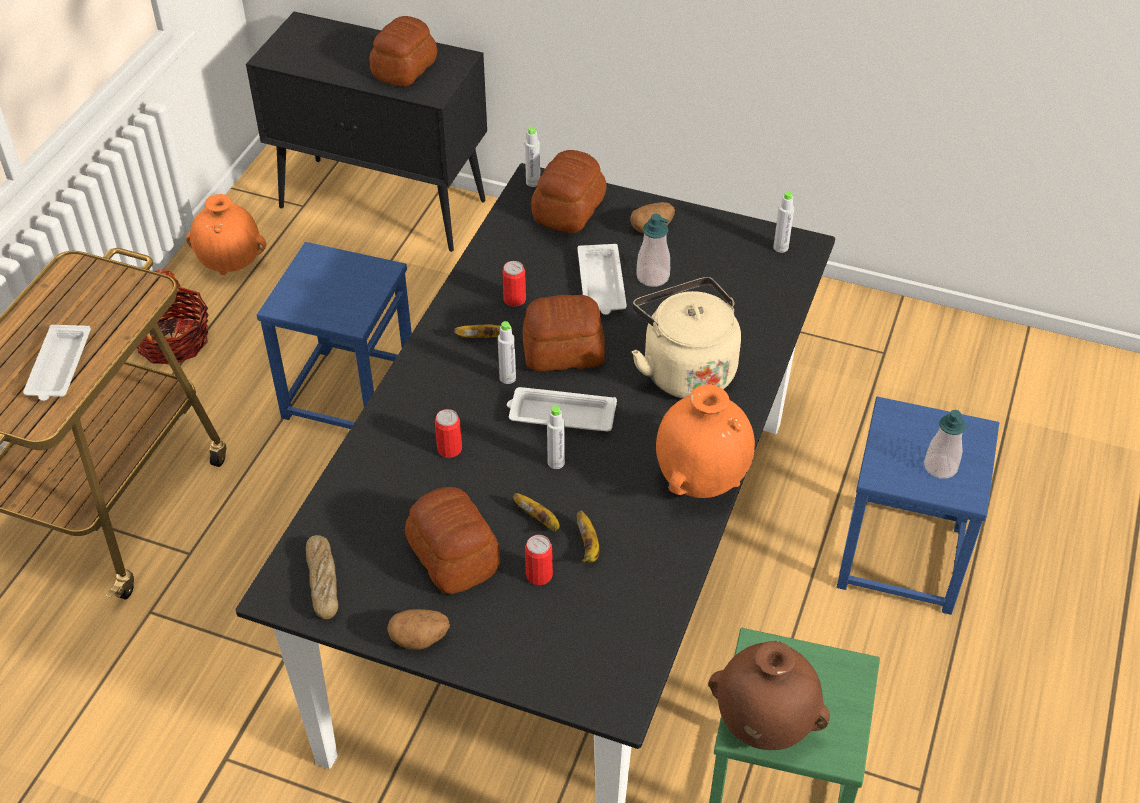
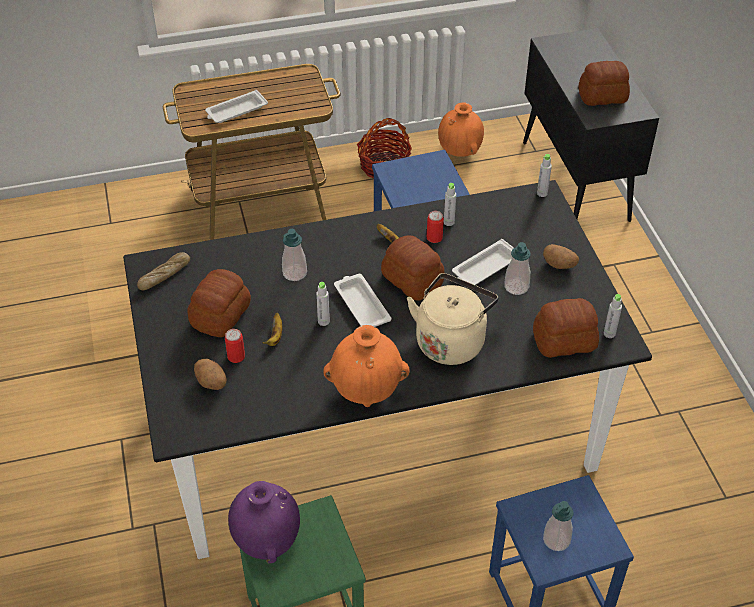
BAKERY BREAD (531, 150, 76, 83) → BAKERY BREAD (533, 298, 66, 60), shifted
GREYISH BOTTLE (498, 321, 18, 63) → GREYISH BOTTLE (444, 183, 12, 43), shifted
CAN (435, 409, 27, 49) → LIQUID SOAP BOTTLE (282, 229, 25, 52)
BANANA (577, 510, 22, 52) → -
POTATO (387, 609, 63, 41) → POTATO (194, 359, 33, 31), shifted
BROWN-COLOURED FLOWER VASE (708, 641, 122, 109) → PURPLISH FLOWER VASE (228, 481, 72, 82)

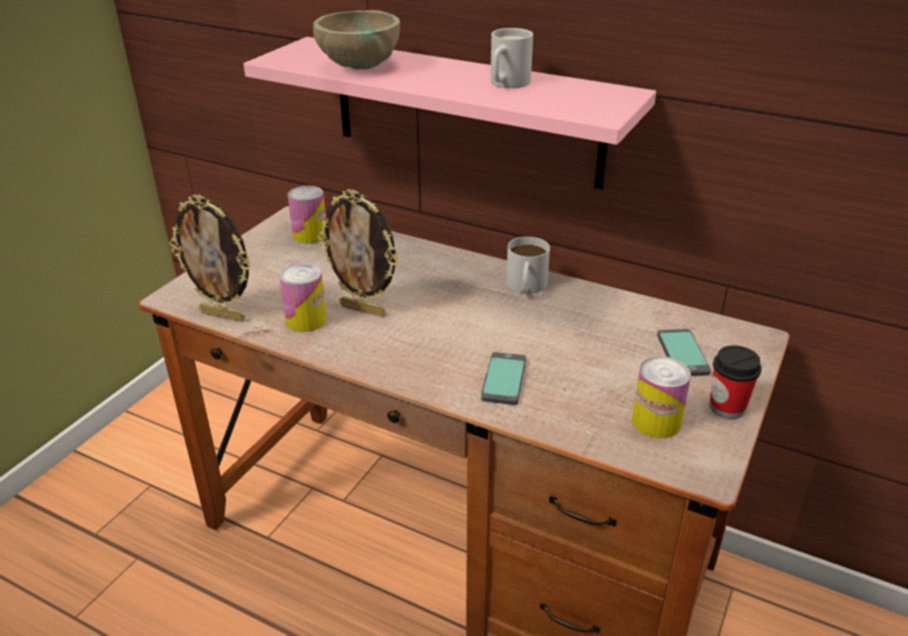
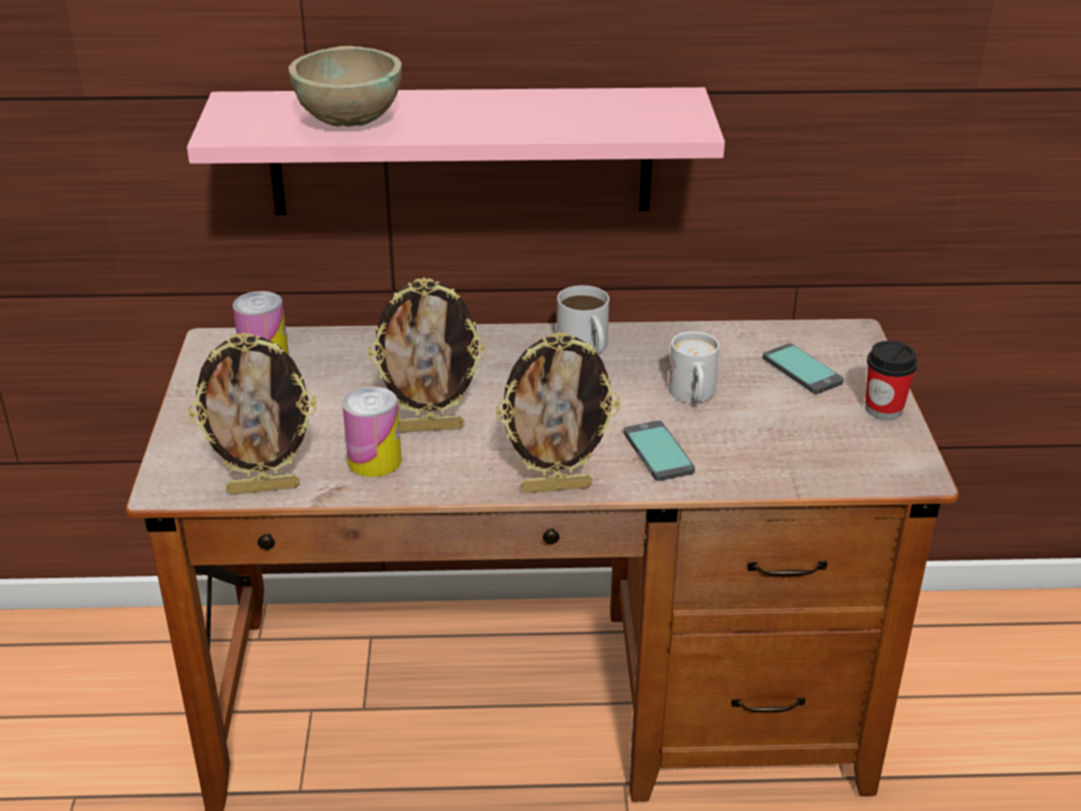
WHITE-COLOURED MUG (491, 28, 42, 60) → WHITE-COLOURED MUG (668, 331, 51, 72), shifted
CAN (632, 356, 59, 82) → -
- → STANDING FRAME (496, 332, 124, 161)

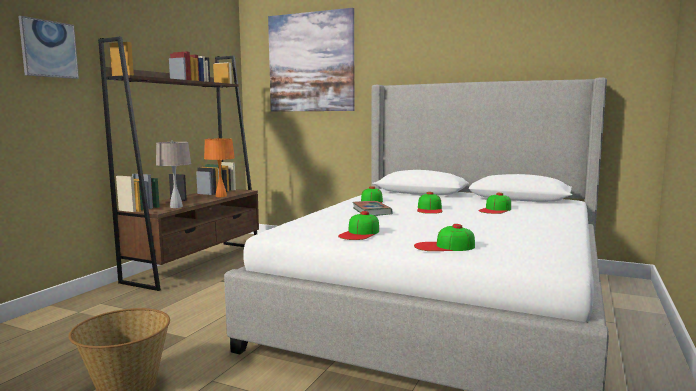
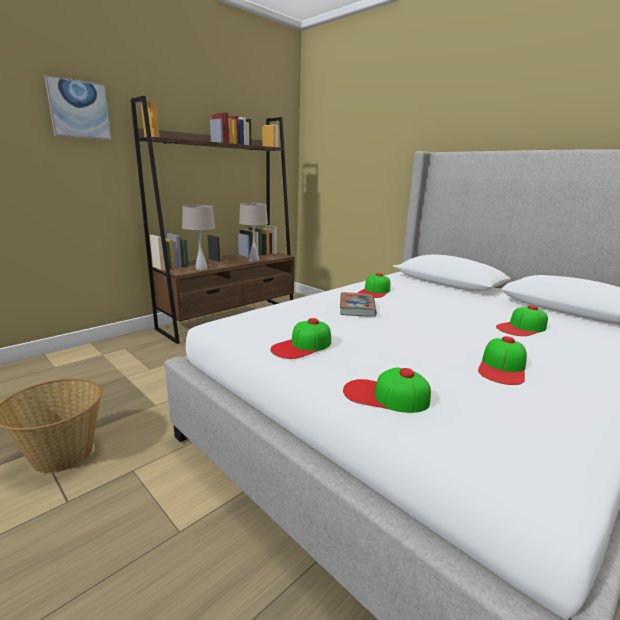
PICTURE (268, 8, 87, 104) → -
ORANGE LAMP FOR A TABLE (204, 137, 31, 60) → SAND-COLOURED LAMP FOR A TABLE (239, 203, 29, 58)
BASEBALL CAP (417, 192, 26, 22) → BASEBALL CAP (478, 336, 49, 49), shifted

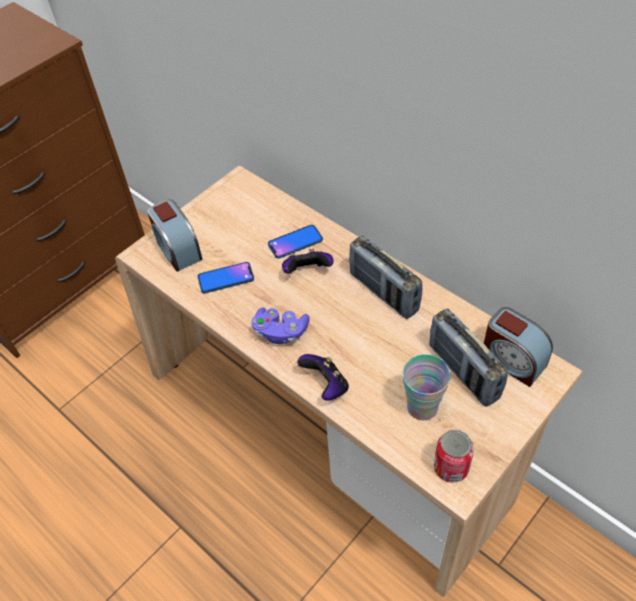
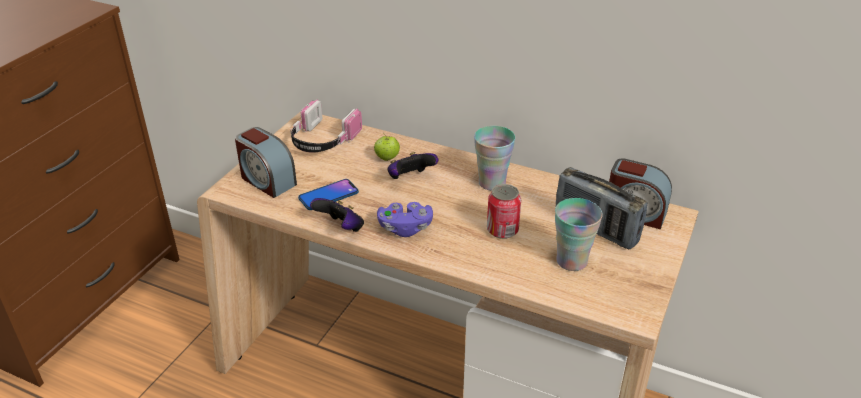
TELEPHONE (268, 225, 55, 34) → WHOLE APPLE (374, 134, 26, 27)
RADIO (349, 236, 73, 83) → SMALL CUP (474, 126, 41, 65)
GAME CONTROLLER (297, 354, 52, 47) → GAME CONTROLLER (310, 198, 54, 34), shifted
CAN (434, 429, 40, 54) → CAN (487, 184, 34, 55), shifted
- → HEADSET (290, 100, 72, 53)

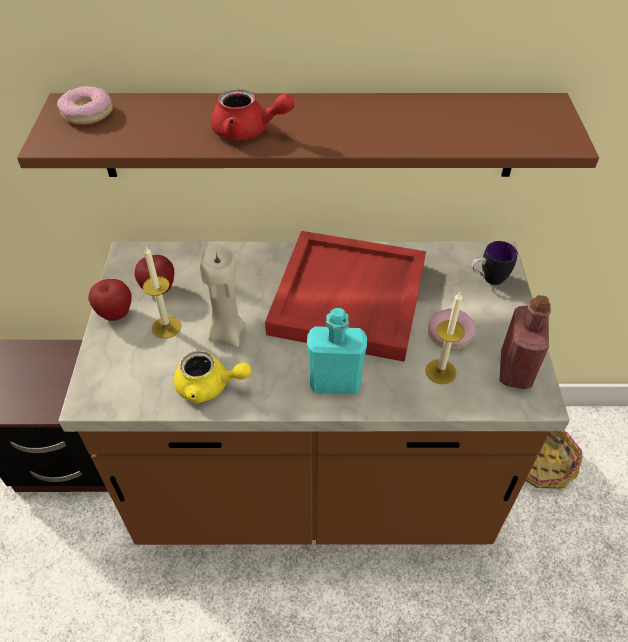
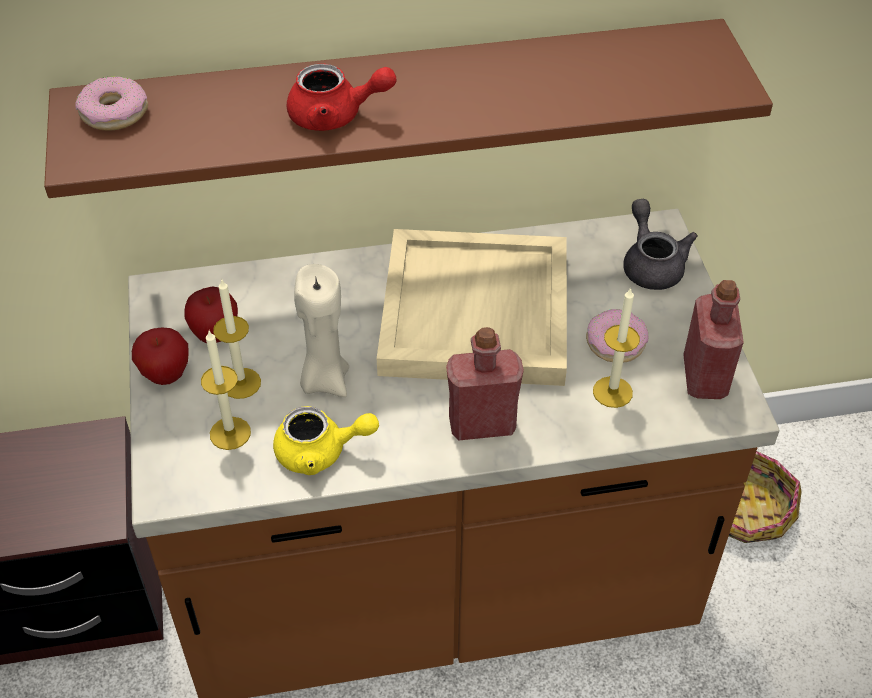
RED-COLOURED SERVING TRAY (265, 231, 161, 131) → SAND-COLOURED SERVING TRAY (377, 229, 190, 157)
MUG (471, 241, 47, 44) → GREYISH POT FOR TEA (623, 199, 75, 91)
BLUE-GREEN BOTTLE (307, 308, 60, 86) → RED-COLOURED BOTTLE (446, 327, 78, 113)
- → CANDLE (201, 331, 50, 119)

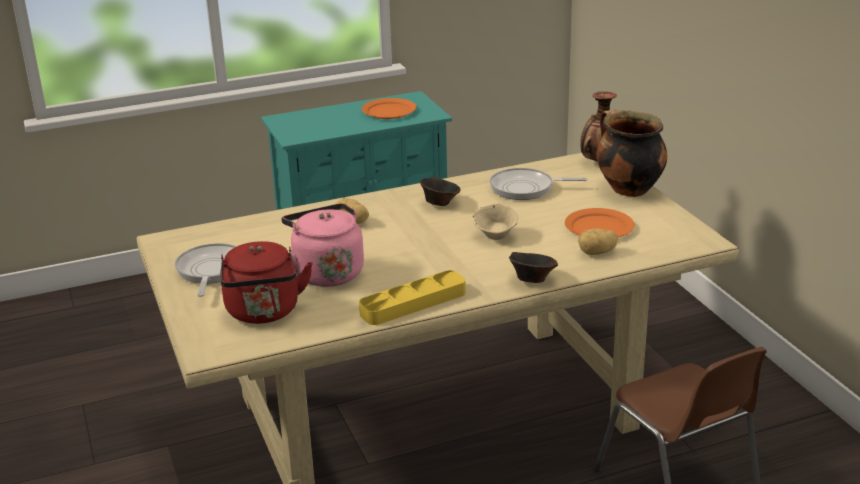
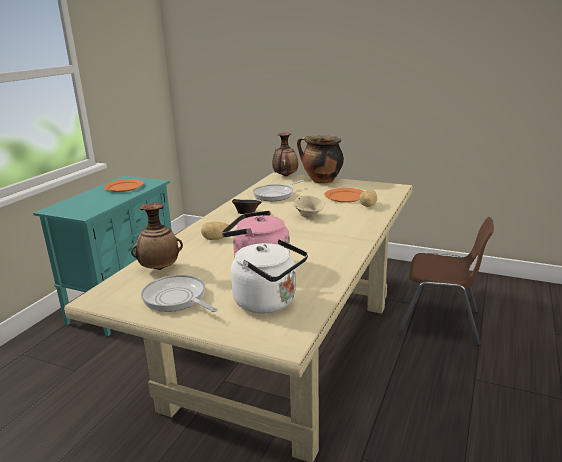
RED-COLOURED TEA KETTLE (220, 241, 93, 83) → WHITE-COLOURED TEA KETTLE (231, 239, 77, 75)
BROWN-COLOURED SERVING BOWL (509, 252, 49, 31) → -
YELLOW SERVING TRAY (359, 270, 107, 55) → -
- → FLOWER VASE (131, 203, 52, 67)

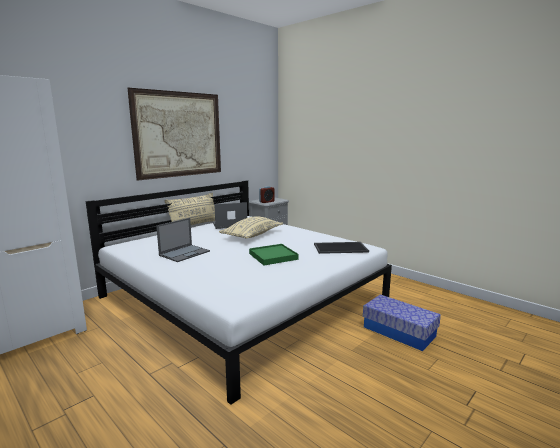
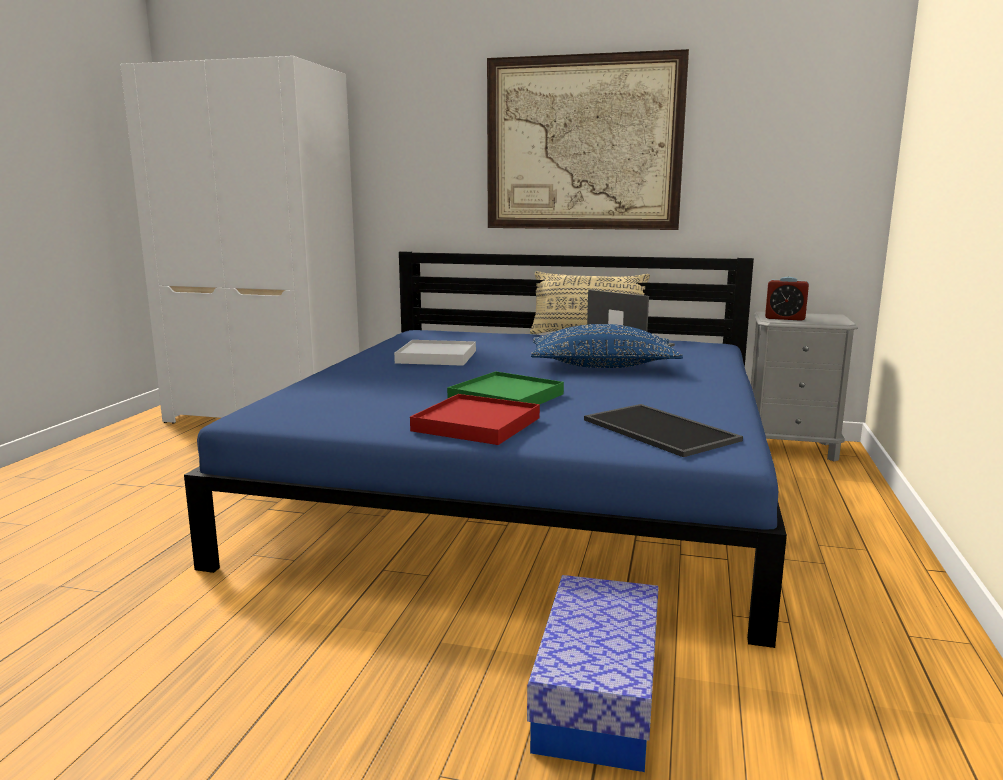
WHITE-COLOURED SLEEPING BED (86, 180, 306, 225) → BLUE SLEEPING BED (184, 251, 603, 397)
SAND-COLOURED CUSHION (219, 216, 64, 23) → BLUE CUSHION (531, 324, 152, 44)
PORTABLE COMPUTER (156, 218, 54, 44) → WHITE-COLOURED SERVING TRAY (394, 340, 82, 26)
- → RED-COLOURED SERVING TRAY (410, 394, 130, 51)

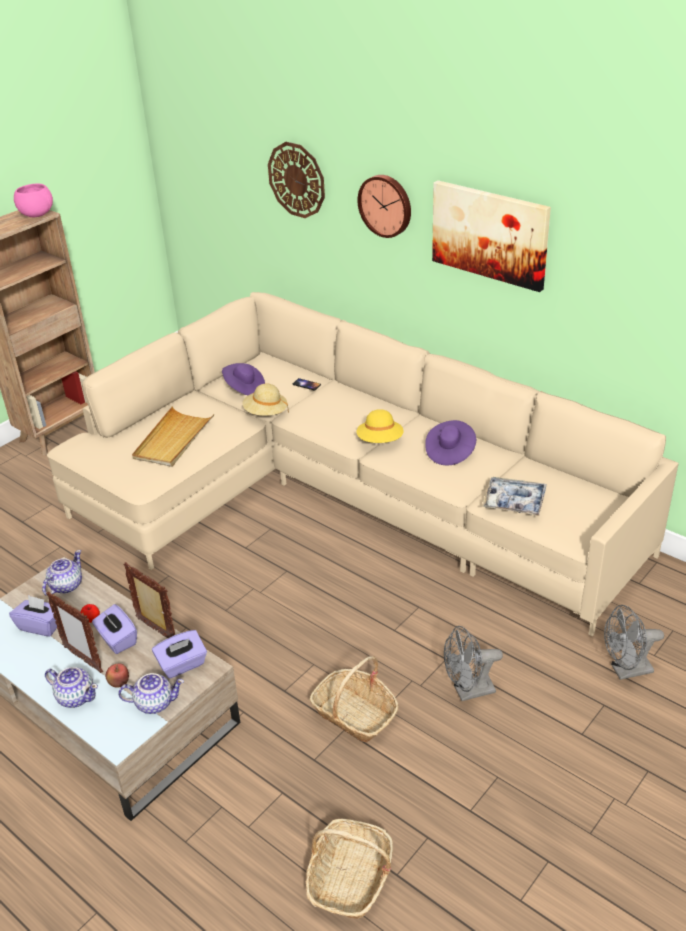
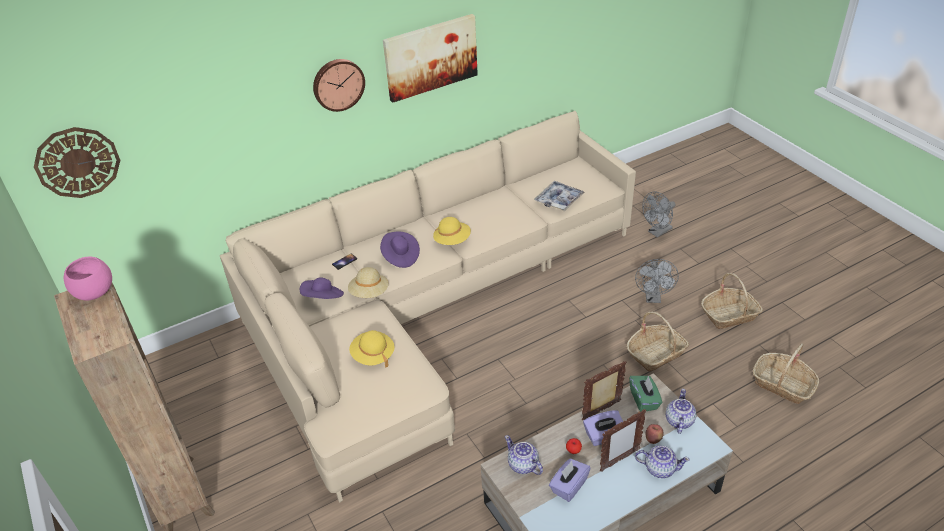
HANGING CLOCK (268, 142, 57, 76) → HANGING CLOCK (34, 127, 86, 71), shifted
SAND-COLOURED SERVING TRAY (132, 406, 82, 61) → YELLOW WEARABLE HAT (349, 330, 46, 38)
PURPLISH WEARABLE HAT (425, 420, 51, 45) → PURPLISH WEARABLE HAT (380, 232, 40, 36), shifted
GREYISH ELECTRIC FAN (604, 605, 60, 75) → GREYISH ELECTRIC FAN (642, 191, 34, 47), 45 degrees clockwise
PURPLISH TISSUE HOLDER (152, 630, 55, 49) → GREEN TISSUE HOLDER (629, 376, 33, 36)
POT FOR TEA (45, 667, 53, 41) → POT FOR TEA (635, 445, 55, 33), 60 degrees clockwise
- → HOUSEHOLD BASKET (701, 273, 62, 56)

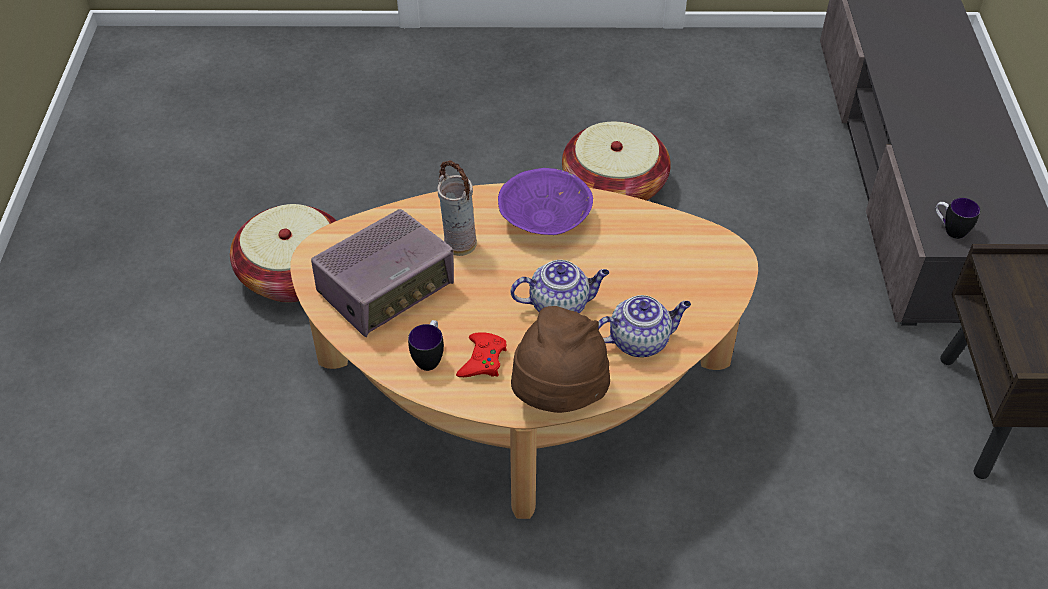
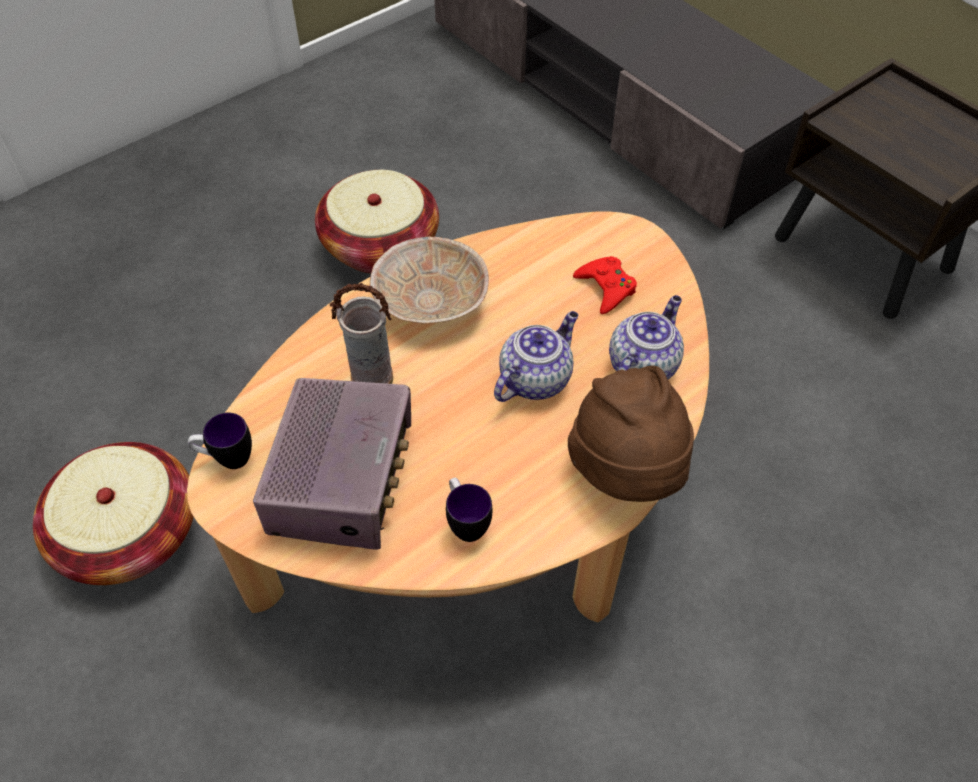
PURPLISH SERVING BOWL (498, 168, 95, 67) → SAND-COLOURED SERVING BOWL (370, 237, 119, 87)
MUG (935, 198, 45, 41) → MUG (188, 413, 64, 56), shifted
RED-COLOURED GAME CONTROLLER (456, 332, 51, 45) → RED-COLOURED GAME CONTROLLER (573, 256, 64, 58), shifted

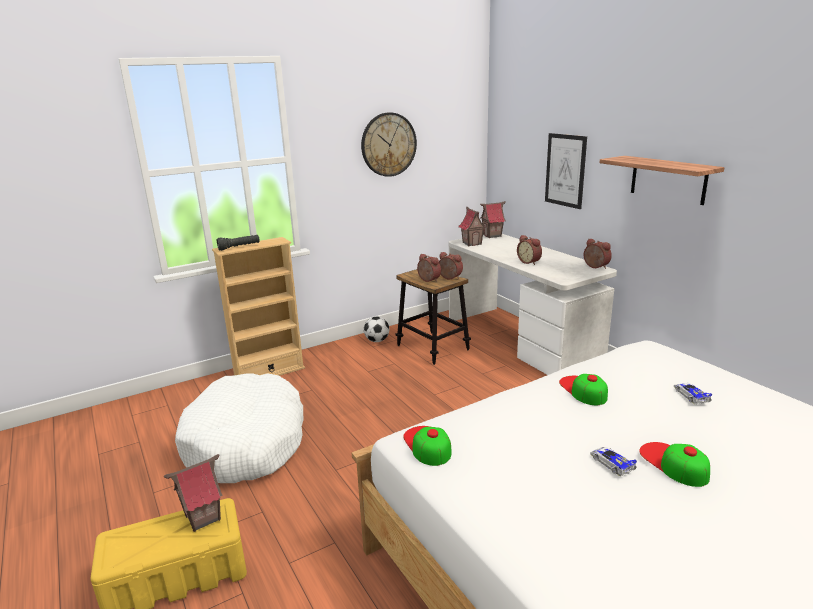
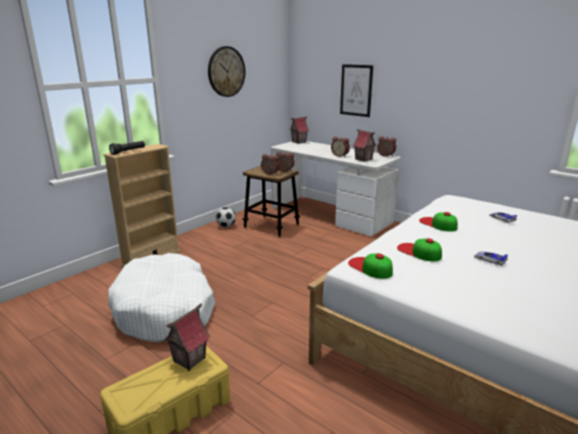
WALL SHELF (600, 156, 125, 49) → -
MODEL HOUSE (459, 206, 27, 40) → MODEL HOUSE (353, 129, 24, 33), shifted
BASEBALL CAP (639, 442, 71, 45) → BASEBALL CAP (397, 238, 45, 23), shifted

